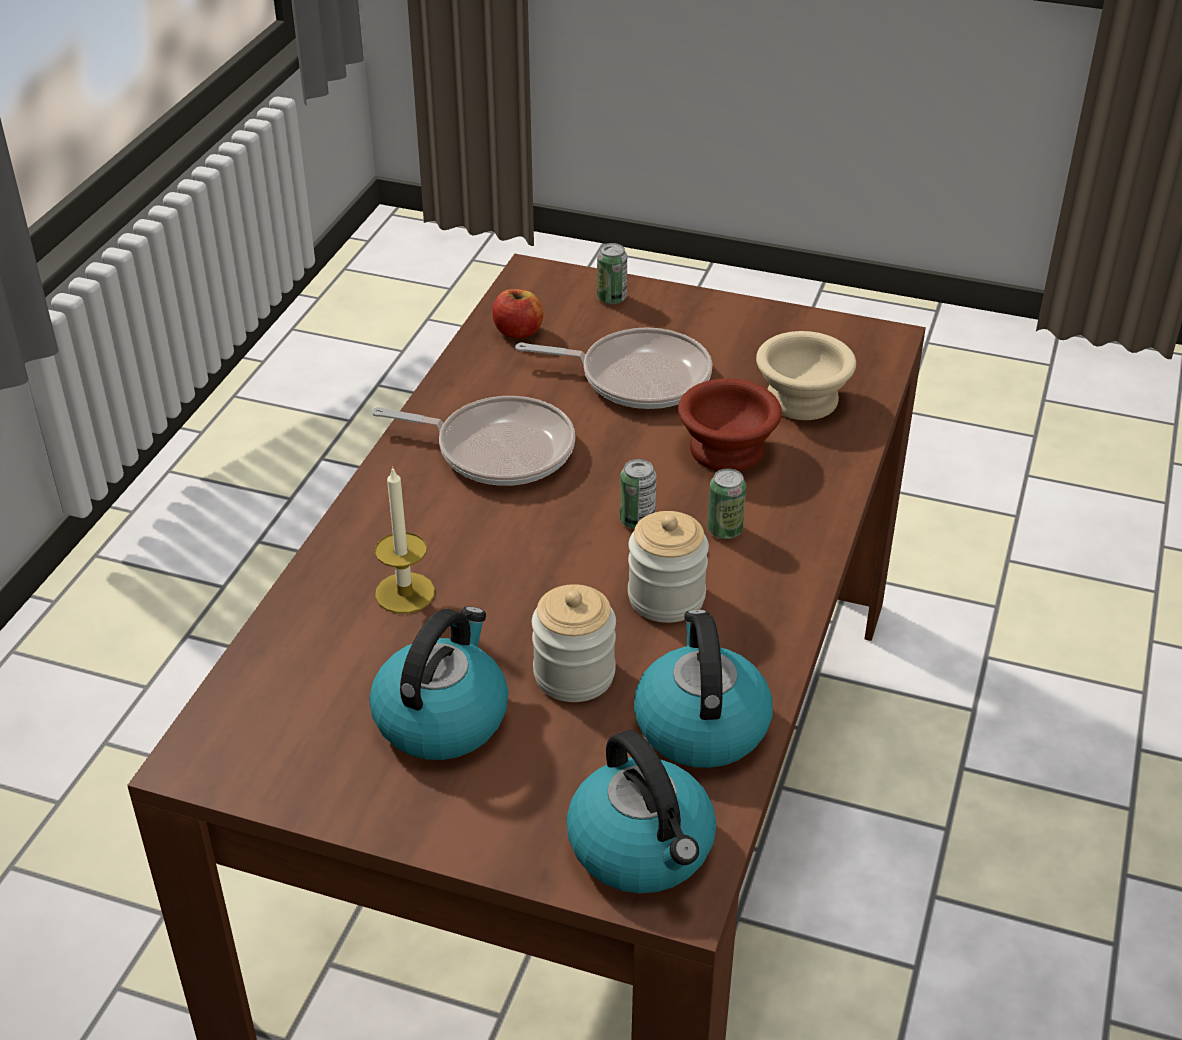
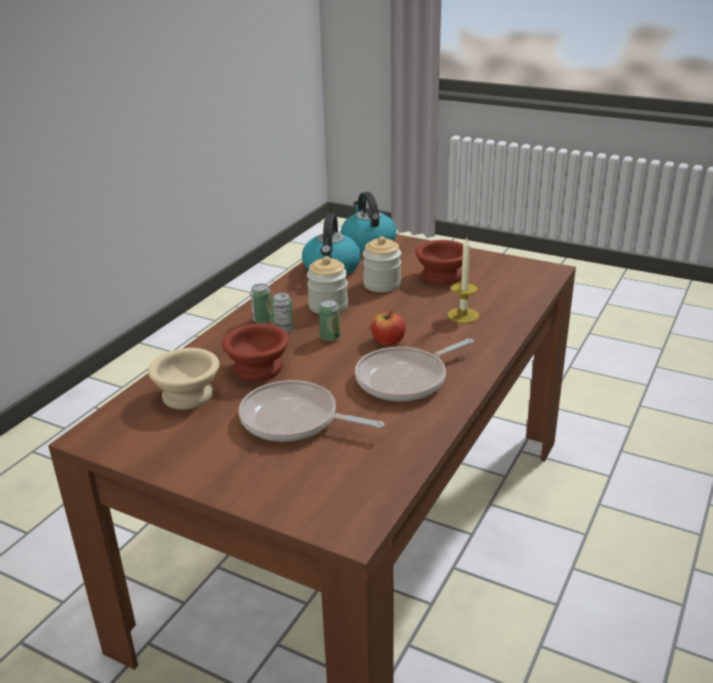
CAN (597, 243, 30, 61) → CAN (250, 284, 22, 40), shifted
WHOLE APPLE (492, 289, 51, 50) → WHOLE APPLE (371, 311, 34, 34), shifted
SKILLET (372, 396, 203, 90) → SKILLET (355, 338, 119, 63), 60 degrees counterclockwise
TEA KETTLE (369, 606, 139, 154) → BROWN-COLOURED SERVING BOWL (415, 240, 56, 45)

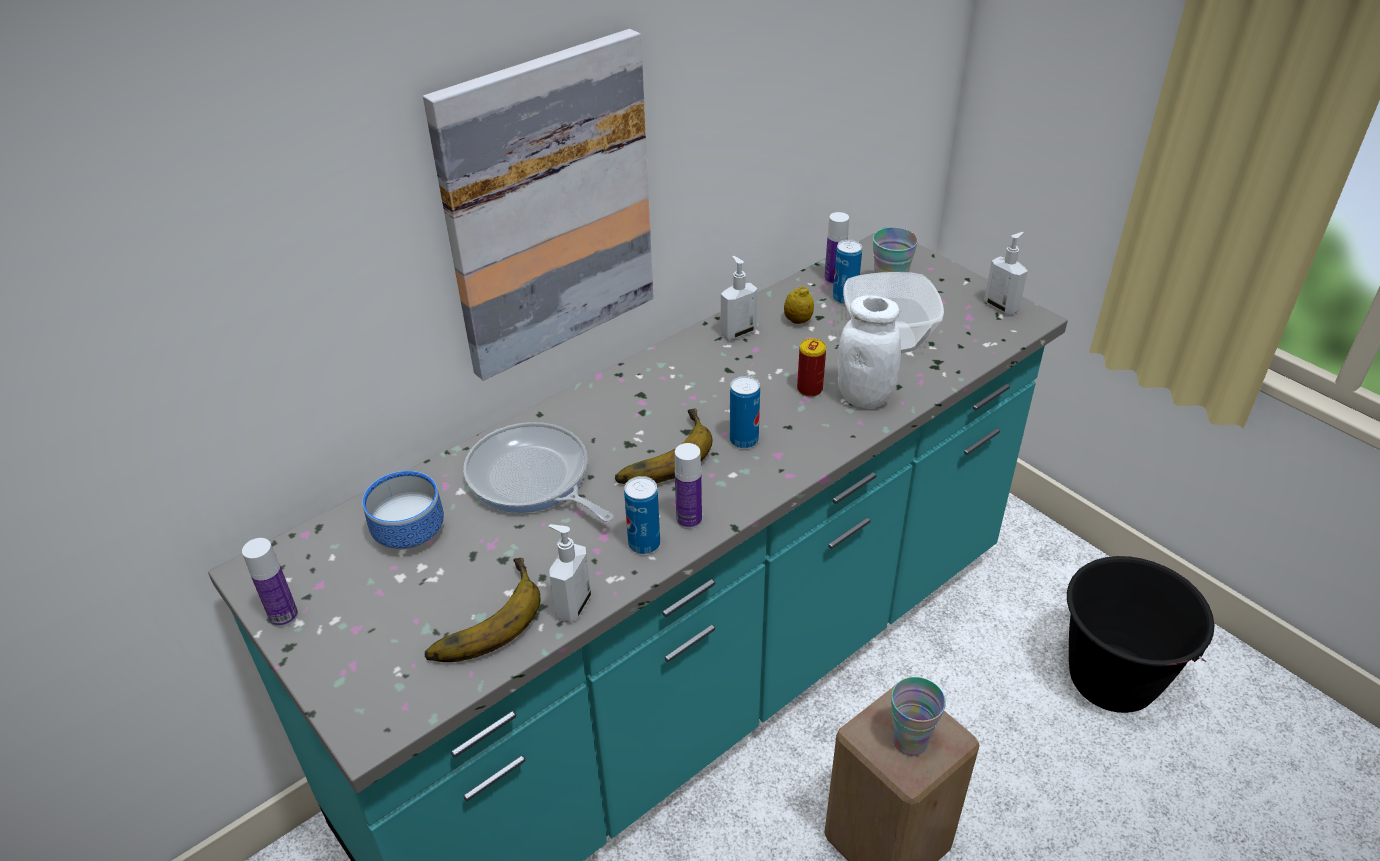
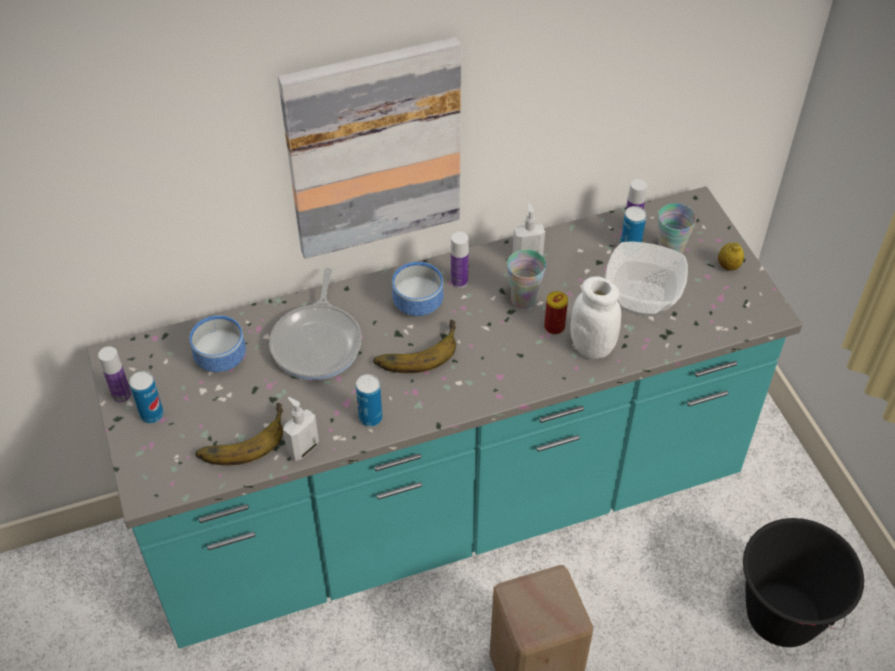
LIQUID SOAP BOTTLE (984, 232, 44, 83) → -
WHOLE LEMON (784, 286, 30, 38) → WHOLE LEMON (718, 243, 26, 28), shifted
CAN (730, 376, 30, 72) → CAN (129, 371, 35, 52), shifted
SKILLET (464, 422, 150, 100) → SKILLET (269, 268, 93, 112), 150 degrees counterclockwise
BOTTLE (675, 443, 27, 86) → BOTTLE (451, 232, 18, 56), shifted
SMALL CUP (891, 677, 55, 79) → SMALL CUP (507, 250, 39, 59), shifted
- → SERVING BOWL (392, 262, 51, 54)

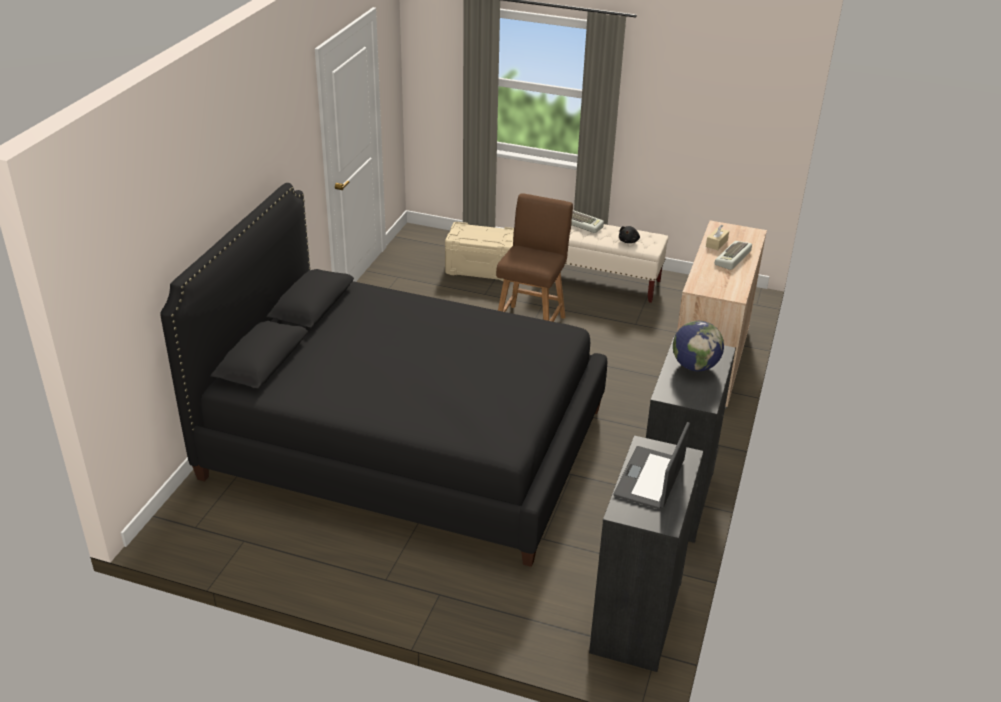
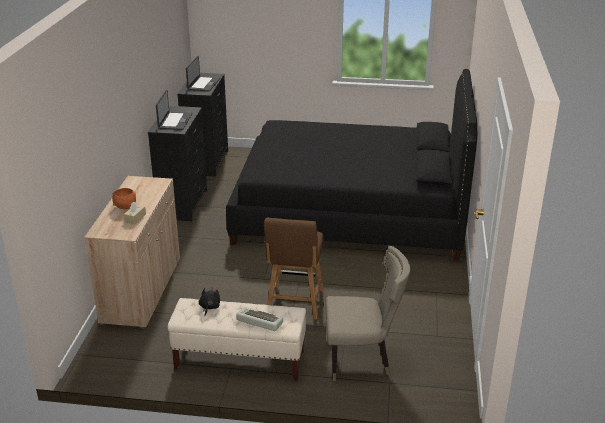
SAND-COLOURED STORAGE BIN (445, 222, 69, 59) → SAND-COLOURED CHAIR (325, 246, 85, 135)
PC KEYBOARD (715, 241, 37, 29) → ORANGE SERVING BOWL (112, 188, 24, 21)
WORLD GLOBE (673, 321, 51, 50) → PORTABLE COMPUTER (156, 90, 36, 40)

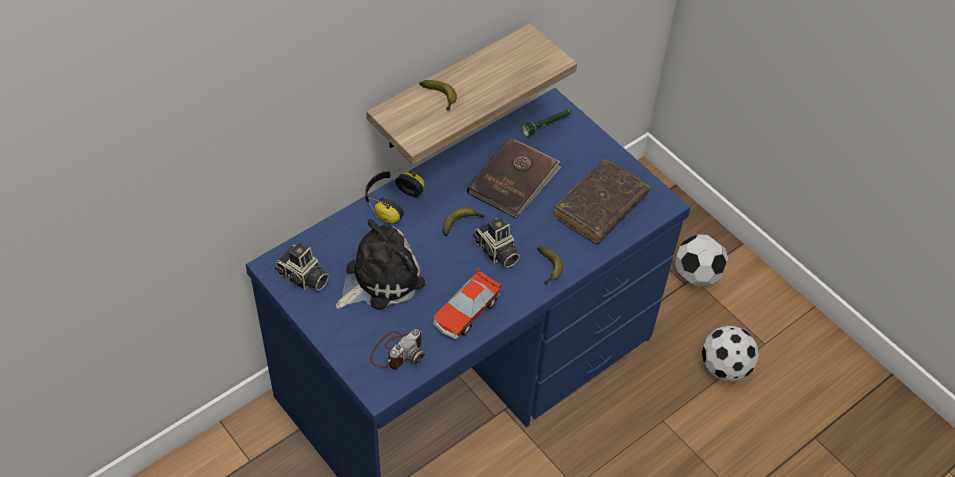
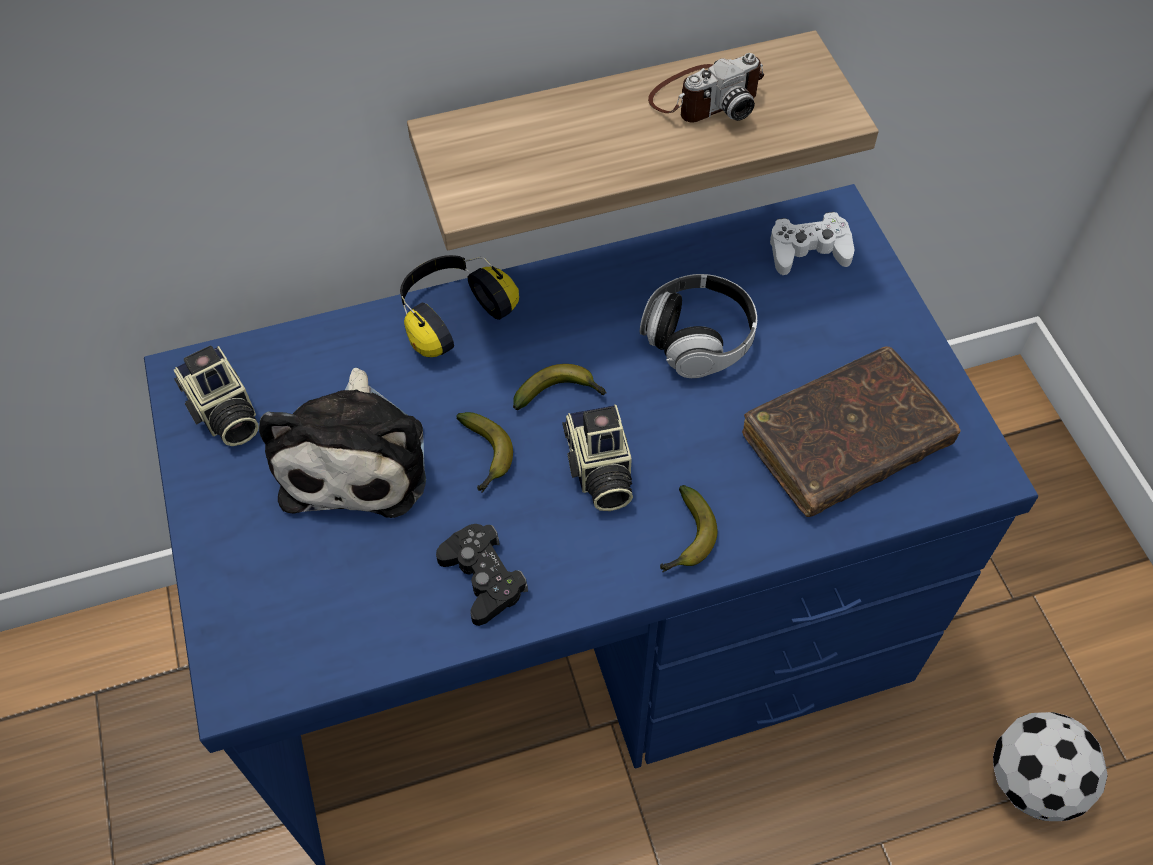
BANANA (419, 80, 38, 30) → BANANA (456, 412, 57, 81), shifted
GREEN TORCH (522, 109, 50, 28) → WHITE-COLOURED GAME CONTROLLER (770, 212, 84, 63)
BROWN-COLOURED BOOK (467, 138, 95, 81) → HEADSET (640, 274, 117, 104)
SOFT TOY (336, 219, 89, 91) → SOFT TOY (259, 368, 167, 150), 105 degrees clockwise
BALL FOR FOOTBALL (674, 234, 54, 53) → -
TOY CAR (433, 268, 69, 72) → BLACK GAME CONTROLLER (436, 524, 92, 102)
STILL CAMERA (370, 329, 54, 40) → STILL CAMERA (648, 53, 116, 70), shifted

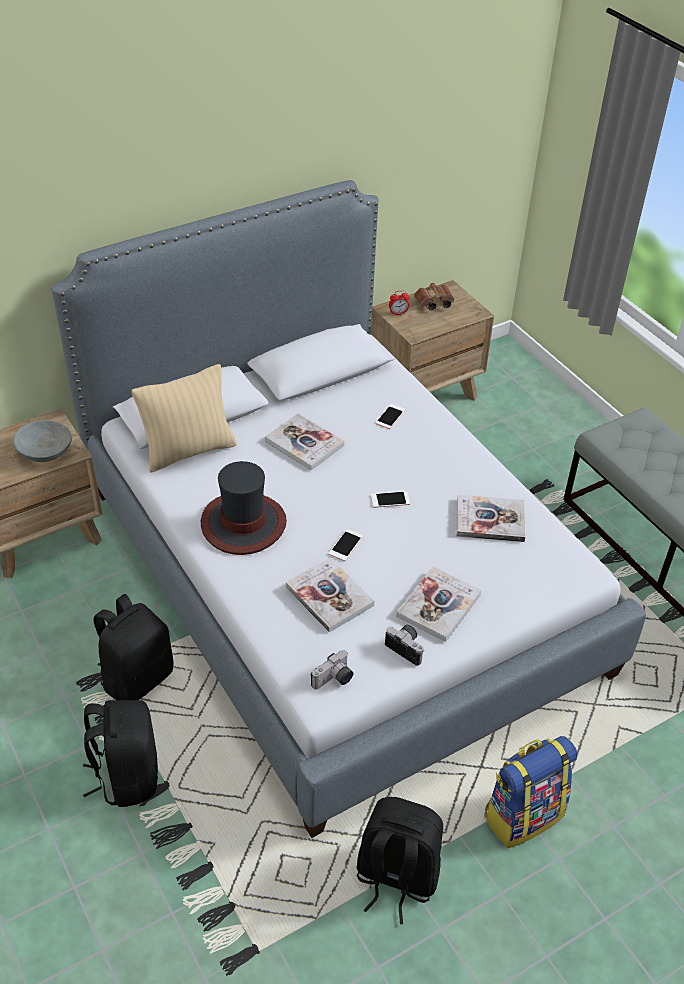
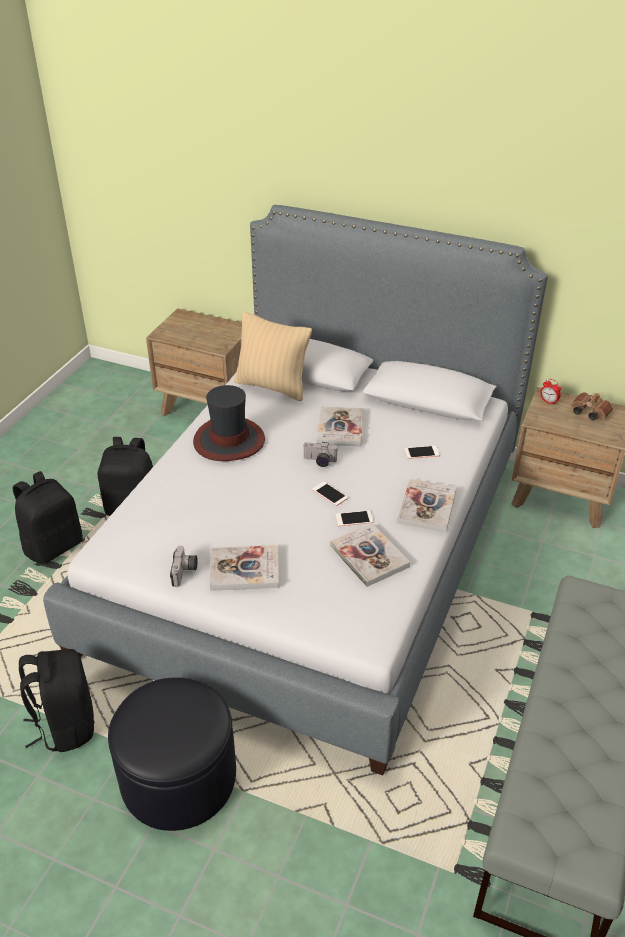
GREYISH SERVING BOWL (13, 420, 59, 42) → -
TELEPHONE (329, 529, 34, 32) → TELEPHONE (336, 510, 37, 16), shifted
BOOK (286, 558, 88, 75) → BOOK (397, 479, 60, 53), shifted
STILL CAMERA (311, 650, 43, 40) → STILL CAMERA (303, 442, 35, 25), shifted
RUCKSACK (484, 736, 93, 112) → BLACK POUFFE (108, 677, 128, 154)

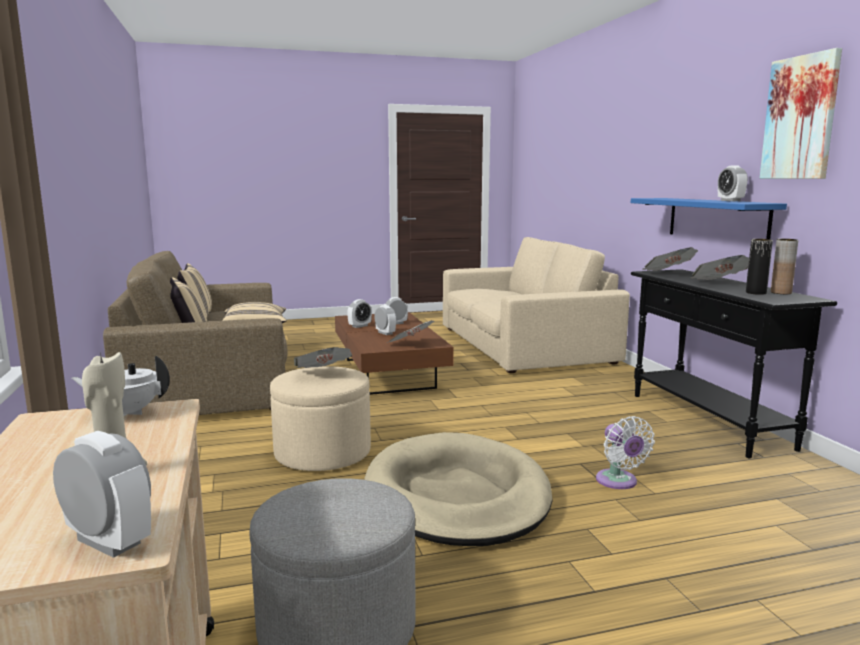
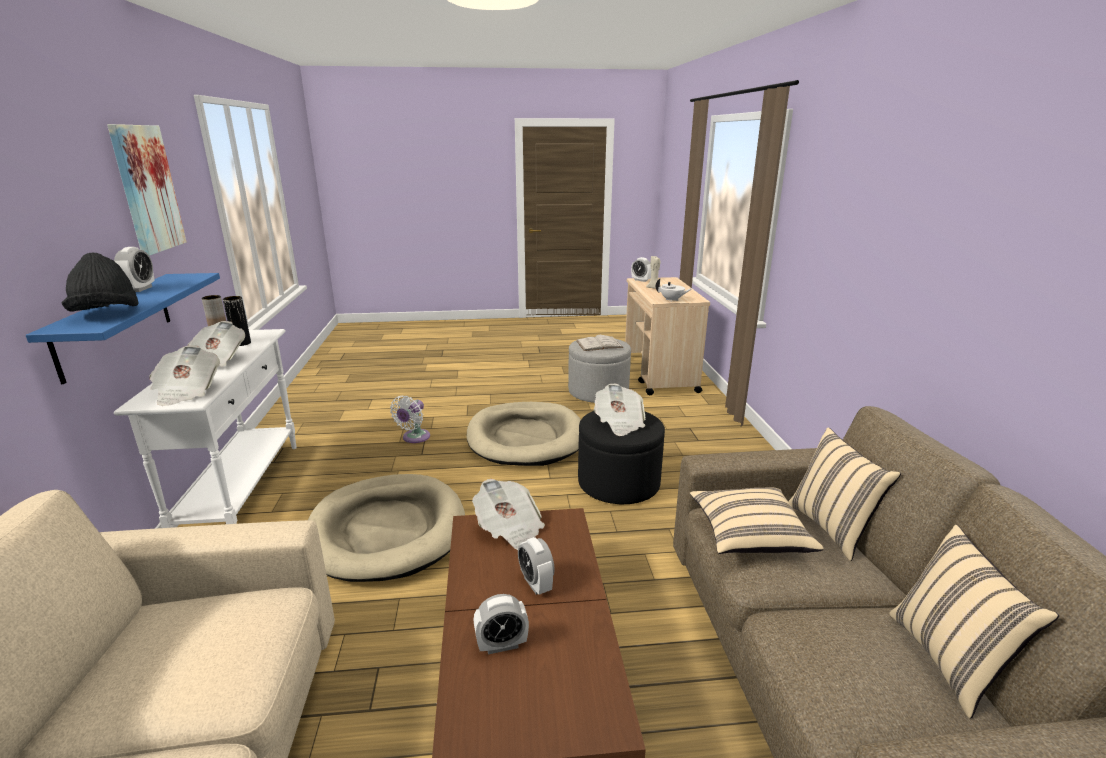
BLACK NARROW TABLE (631, 269, 206, 189) → WHITE-COLOURED NARROW TABLE (114, 329, 183, 199)
ALARM CLOCK (347, 299, 25, 29) → -
SAND-COLOURED POUFFE (270, 366, 101, 105) → BLACK POUFFE (578, 411, 87, 93)
WHITE-COLOURED ELECTRIC FAN (596, 416, 59, 73) → WHITE-COLOURED ELECTRIC FAN (390, 396, 40, 47), 150 degrees counterclockwise
- → BLACK WEARABLE HAT (62, 252, 77, 59)
- → WHITE-COLOURED BOOK (577, 335, 46, 16)
- → SAND-COLOURED DOG BED (308, 474, 157, 108)

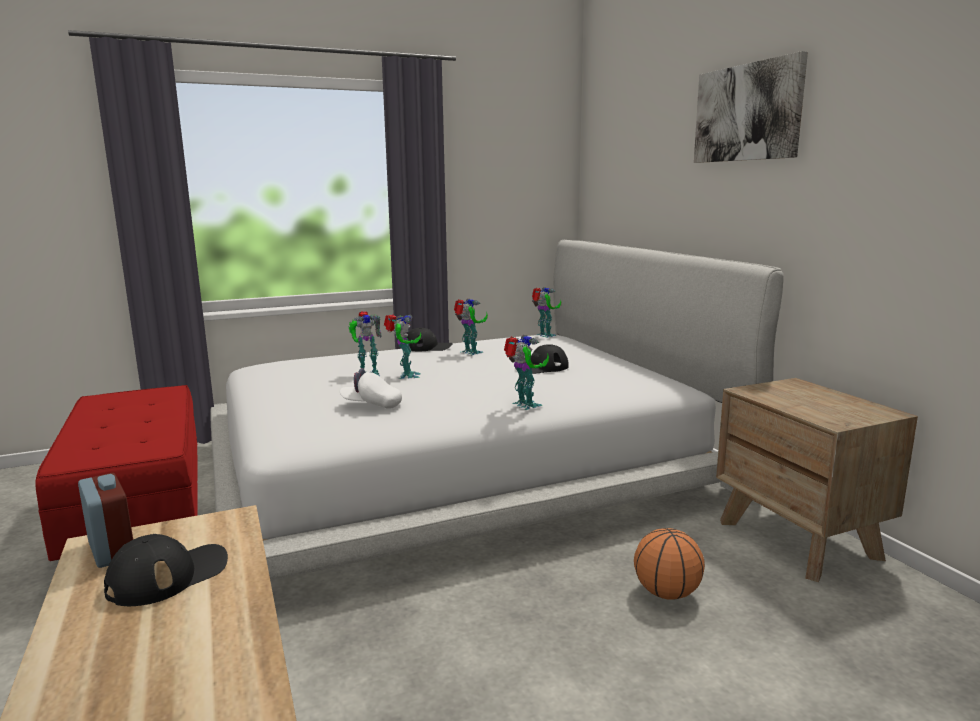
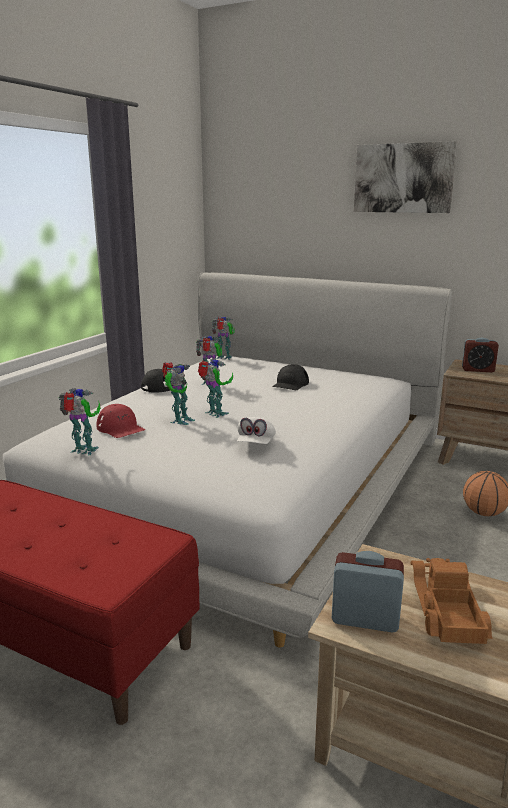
TOY ROBOT (504, 335, 45, 75) → TOY ROBOT (59, 388, 42, 67), shifted
WHITE-COLOURED BASEBALL CAP (340, 368, 62, 41) → WHITE-COLOURED BASEBALL CAP (237, 417, 39, 27), 45 degrees counterclockwise
BLACK BASEBALL CAP (104, 534, 124, 72) → MODEL TRUCK (410, 558, 83, 86)
- → ALARM CLOCK (462, 338, 37, 34)
- → RED-COLOURED BASEBALL CAP (96, 404, 49, 34)

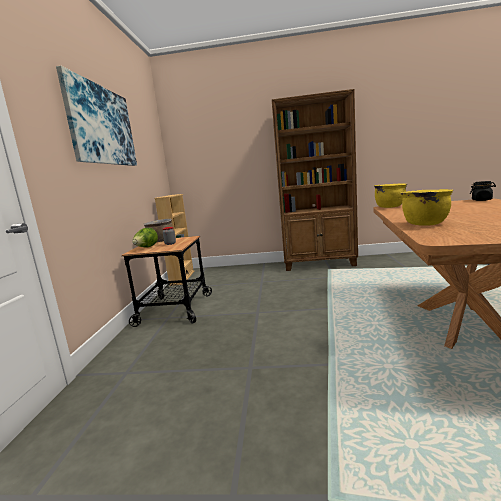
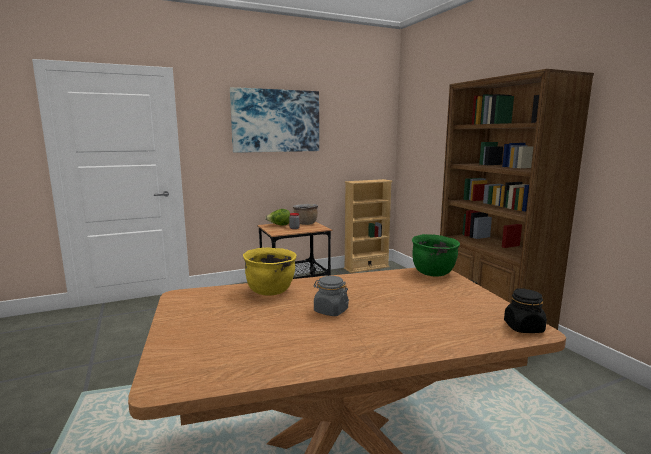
YELLOW STOCKPOT (374, 183, 33, 25) → GREEN STOCKPOT (412, 234, 48, 42)
- → GREYISH STORAGE JAR (313, 276, 36, 40)

